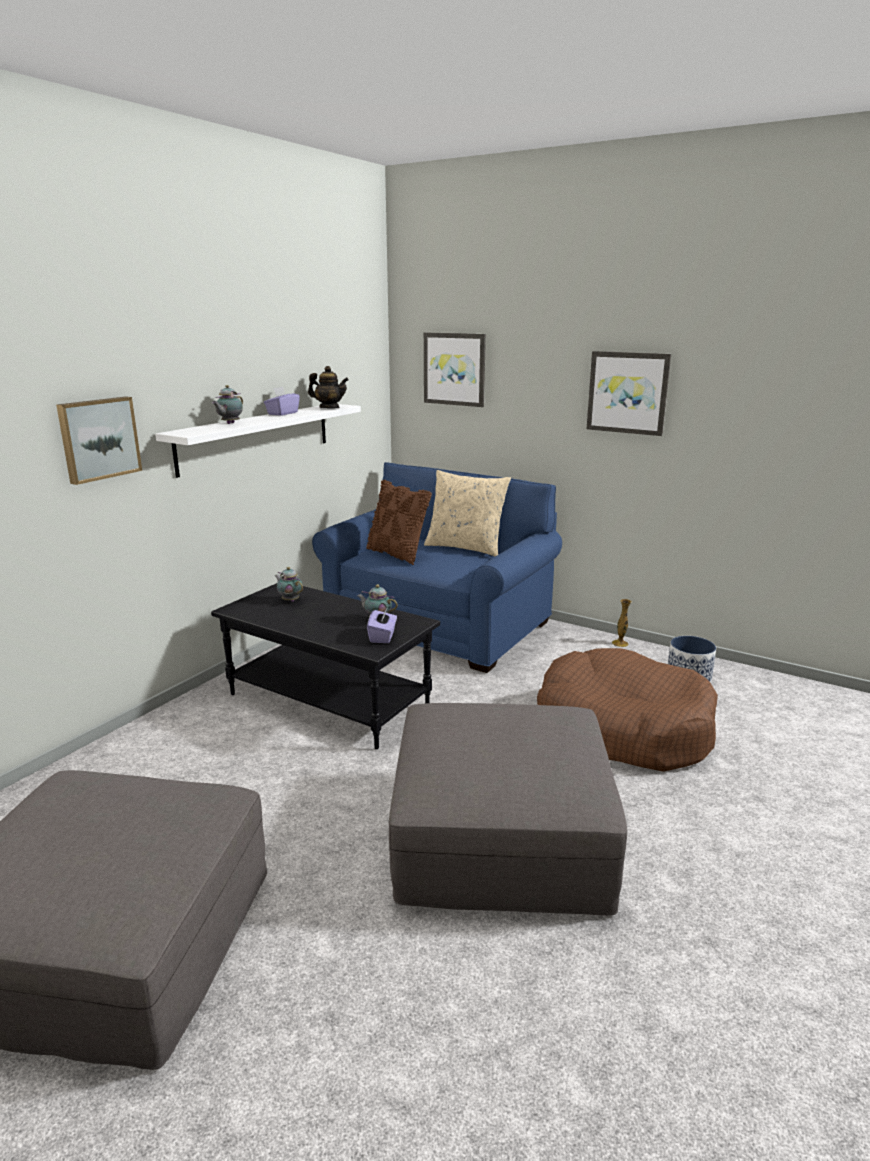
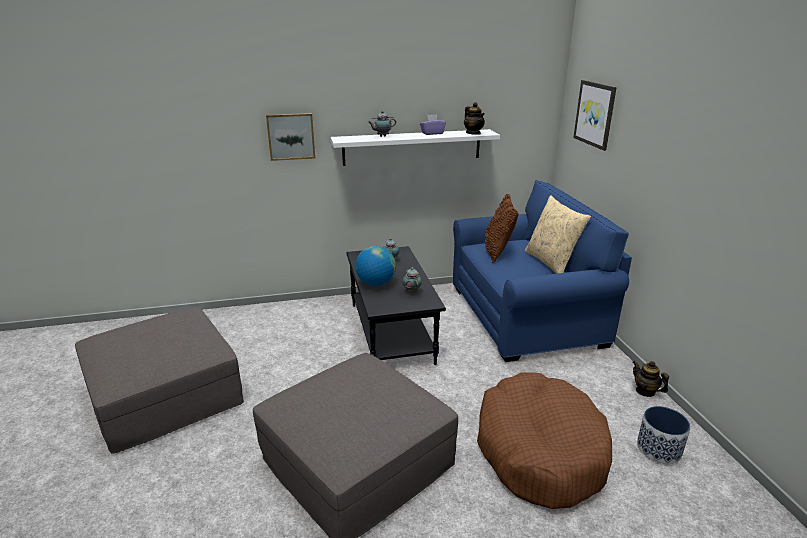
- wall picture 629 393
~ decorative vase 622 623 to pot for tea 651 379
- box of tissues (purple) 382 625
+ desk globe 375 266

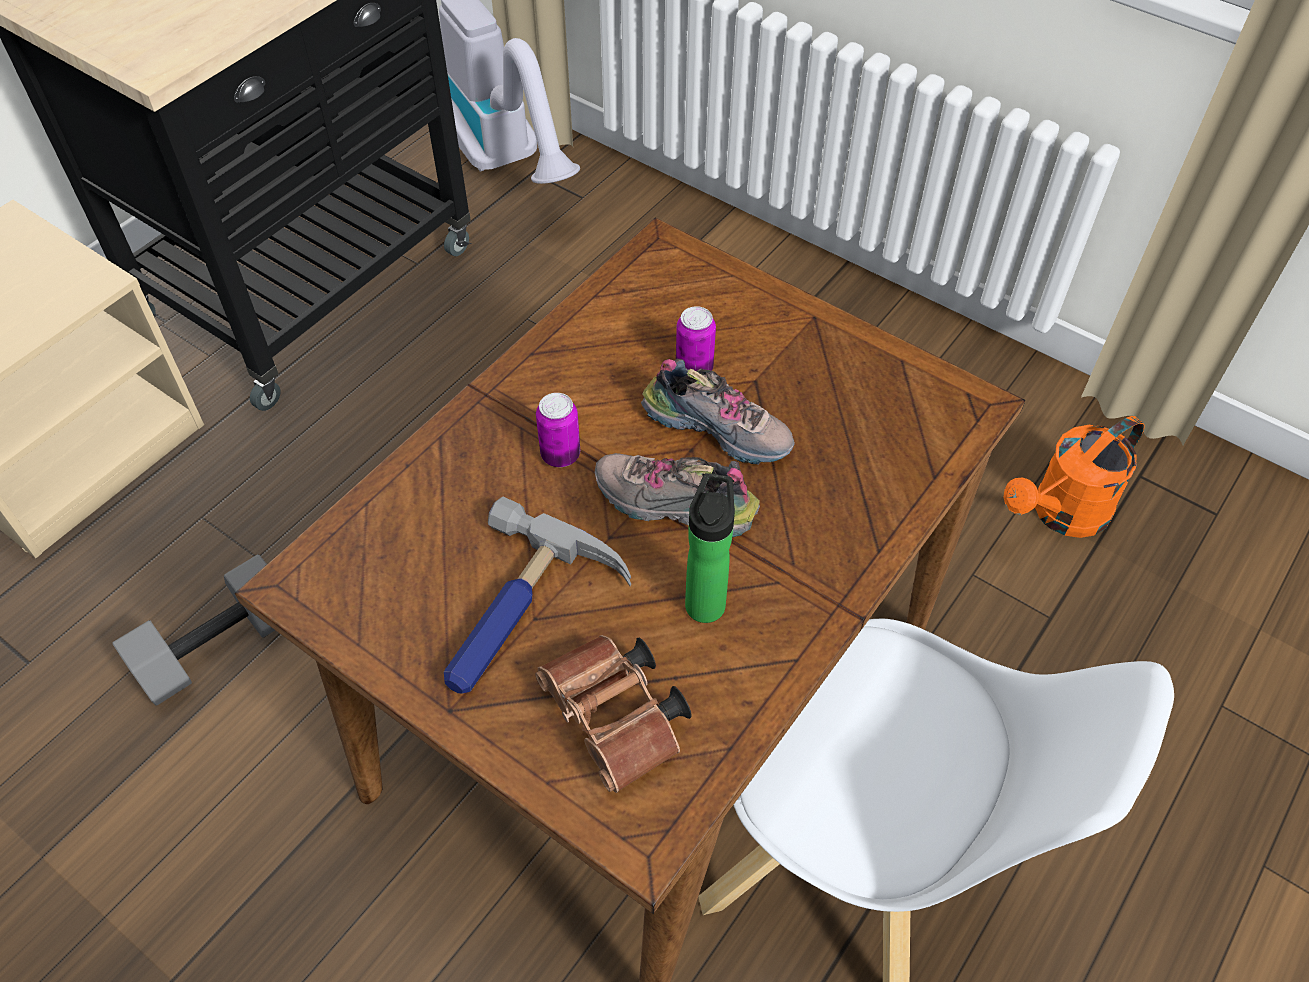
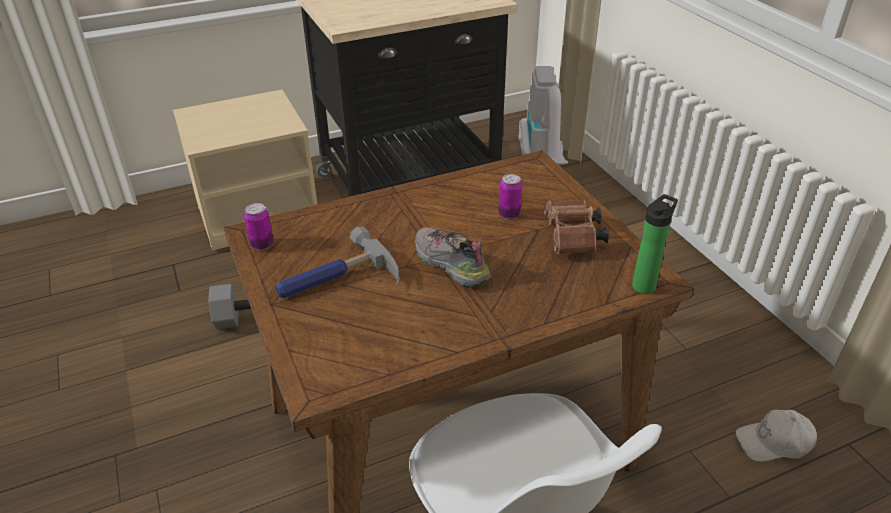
- shoe 718 412
~ metal can 558 430 to 259 226
~ watering pot (orange) 1074 477 to peaked cap (whitish) 776 436
~ bottle 710 548 to 655 244
~ field glasses (brown) 613 714 to 576 227

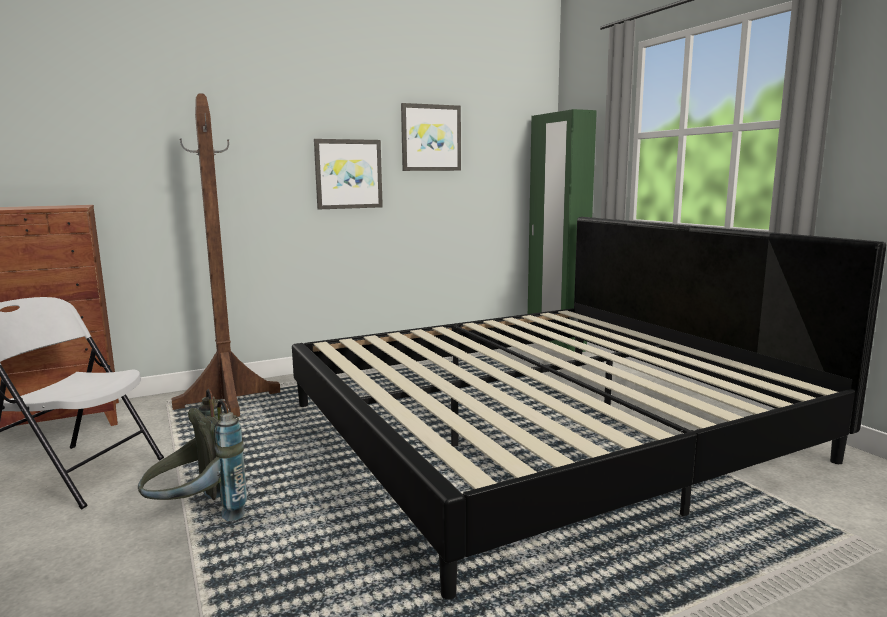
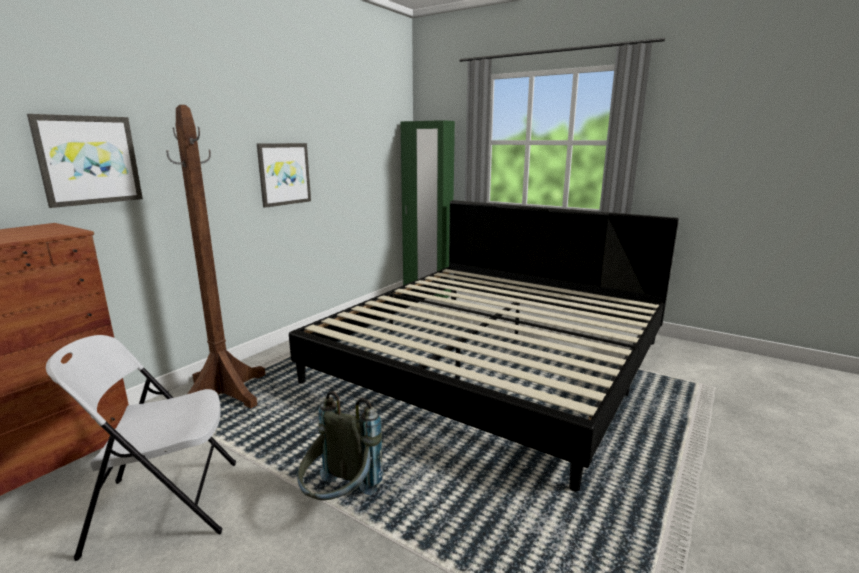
~ wall picture 431 137 to 85 161

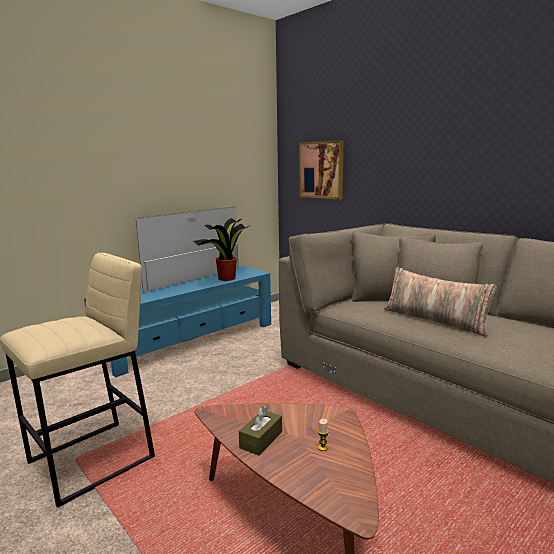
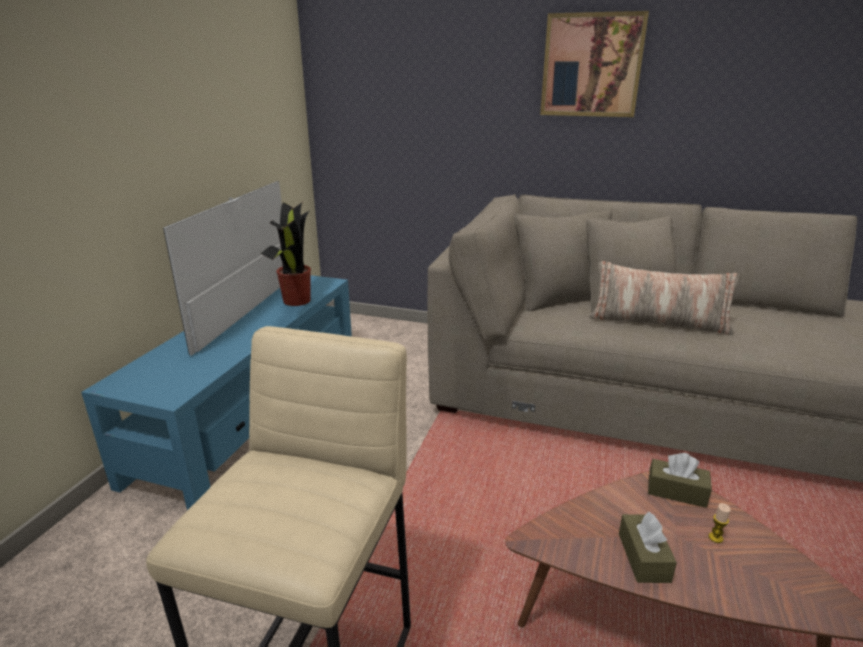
~ wall picture 321 170 to 594 64
+ box of tissues (brown) 680 480

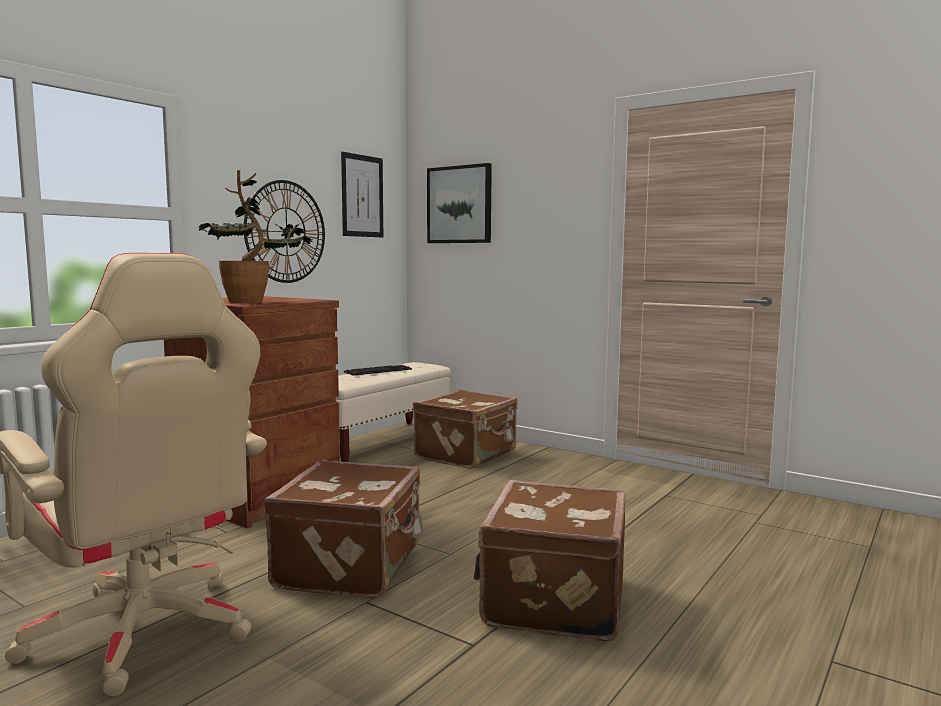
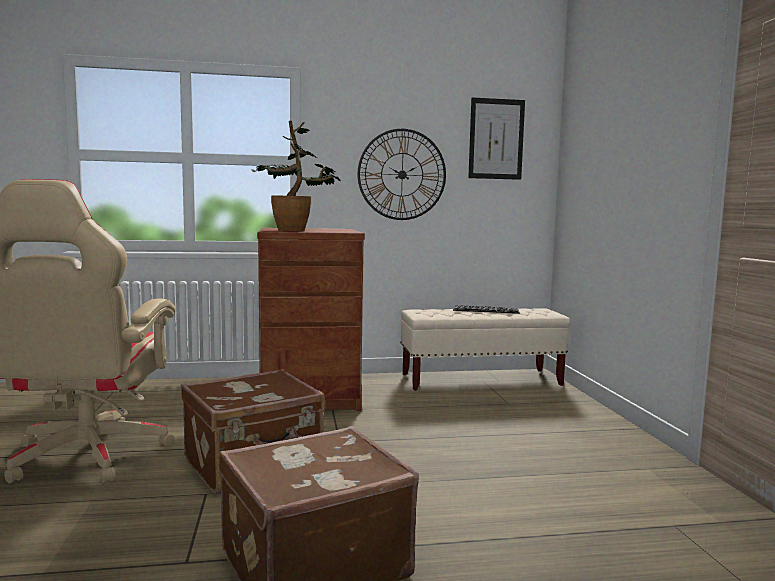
- wall picture 459 203
- suitcase (brown) 465 429

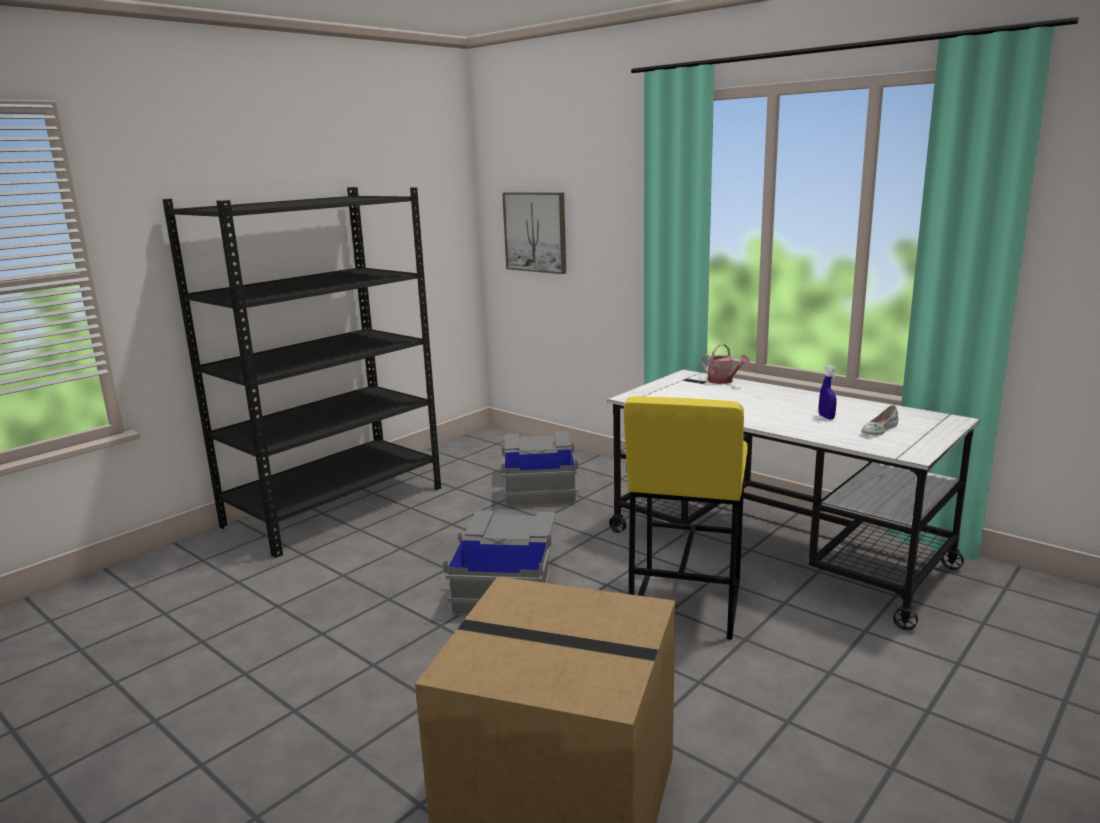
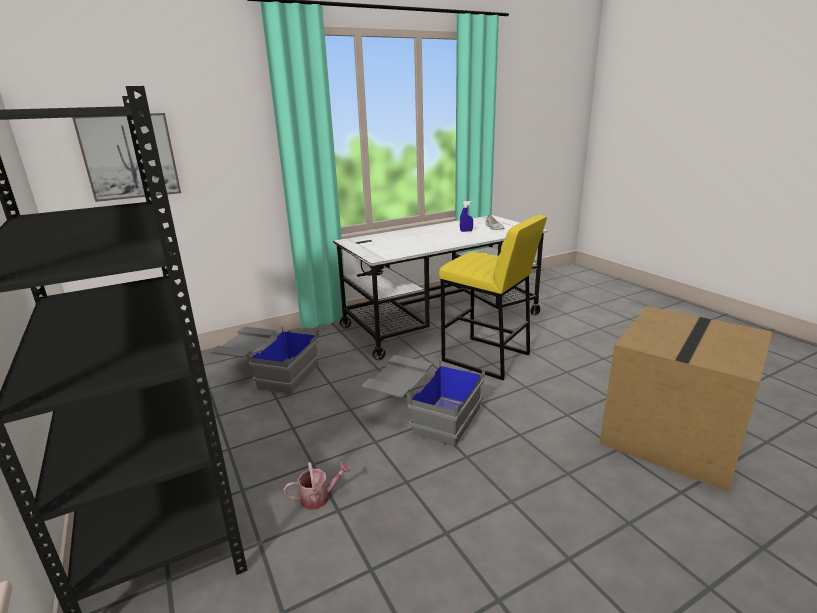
~ watering pot 725 364 to 317 486

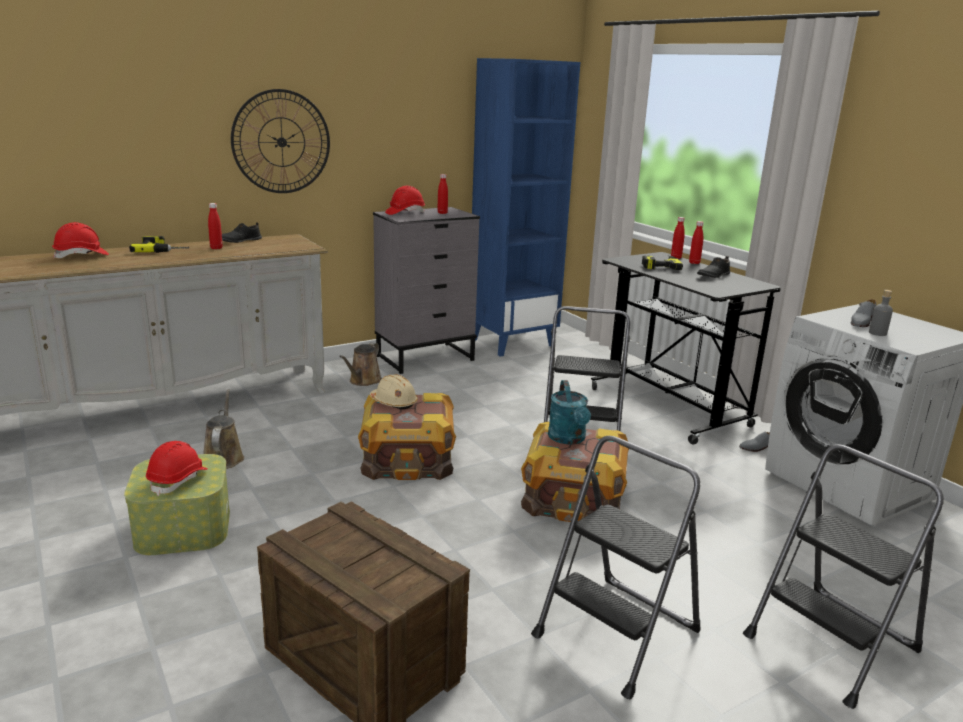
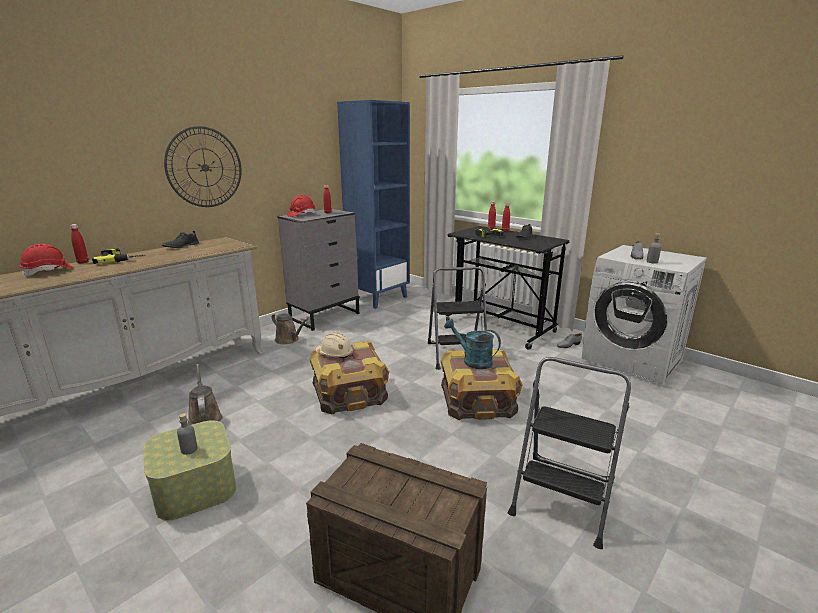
~ bottle (red-coloured) 215 226 to 79 244
~ watering pot (brown) 360 364 = 290 328 60 degrees counterclockwise
~ watering pot (turquoise) 569 412 = 472 344 150 degrees clockwise
~ hard hat (red-coloured) 176 468 to bottle (greyish) 187 434
- step ladder (black) 843 576

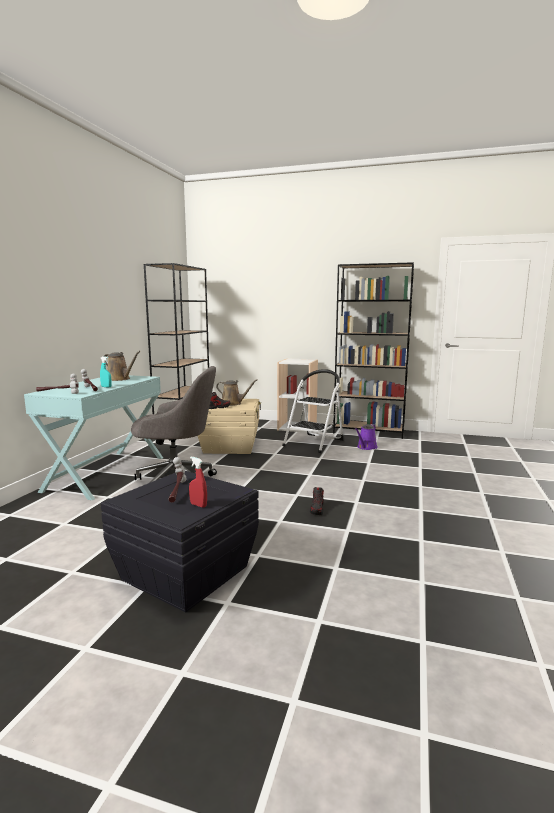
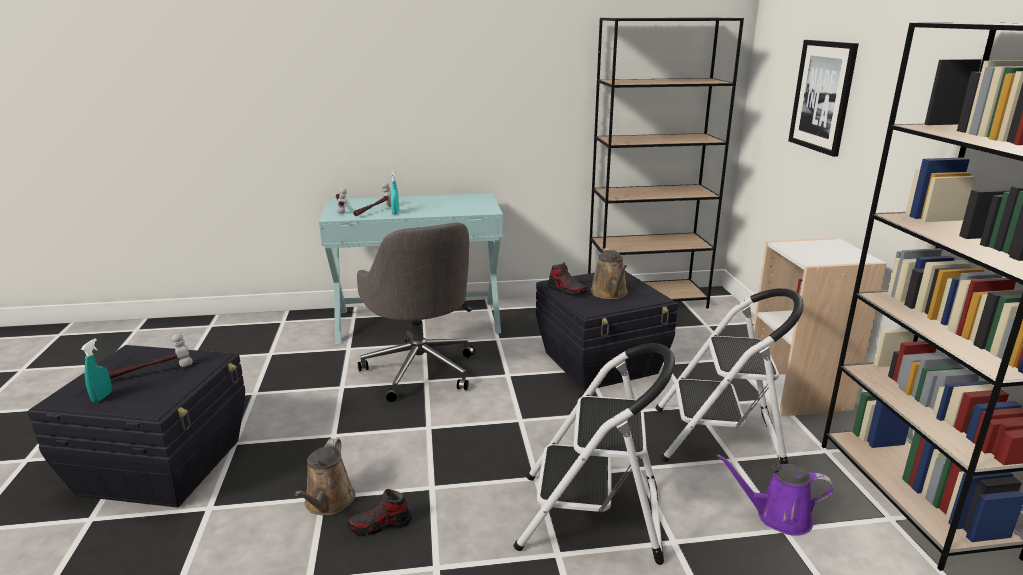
~ watering pot (brown) 121 366 to 324 476
~ storage container (beige) 229 426 to storage container (black) 607 331
~ sprayer (red-coloured) 198 482 to sprayer (turquoise) 96 370
+ wall picture 823 98
+ step ladder 594 454

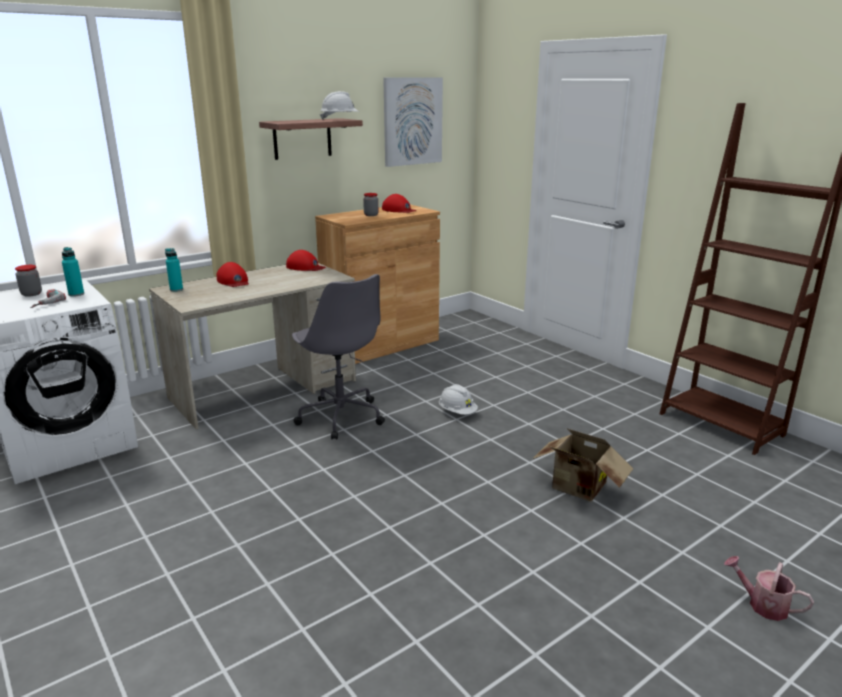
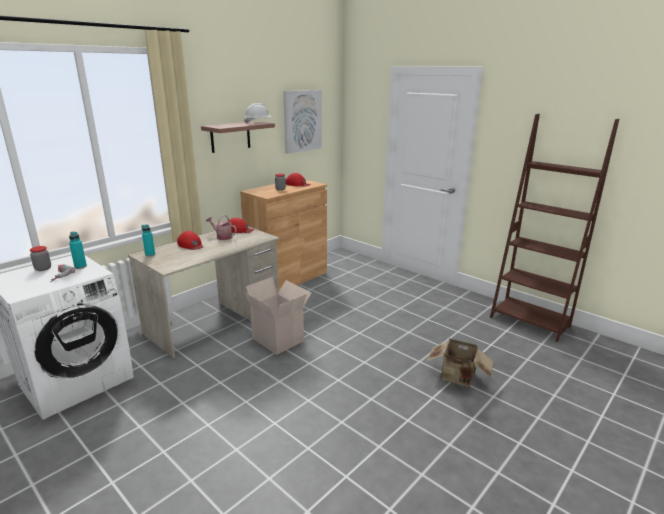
~ desk chair (greyish) 338 357 to carton 277 316
- hard hat (whitish) 458 399
~ watering pot 769 588 to 221 227

